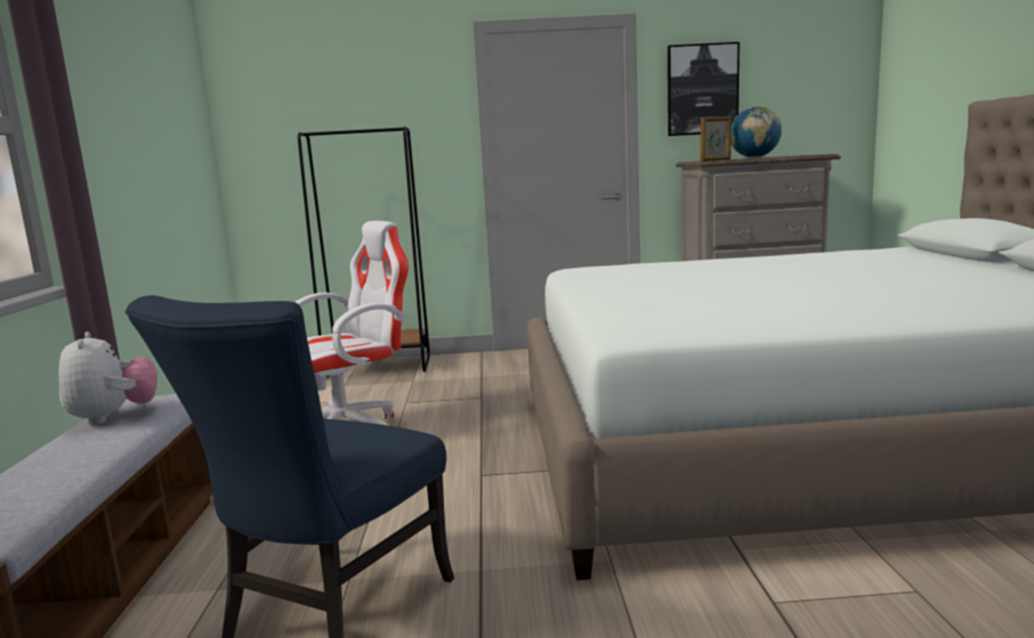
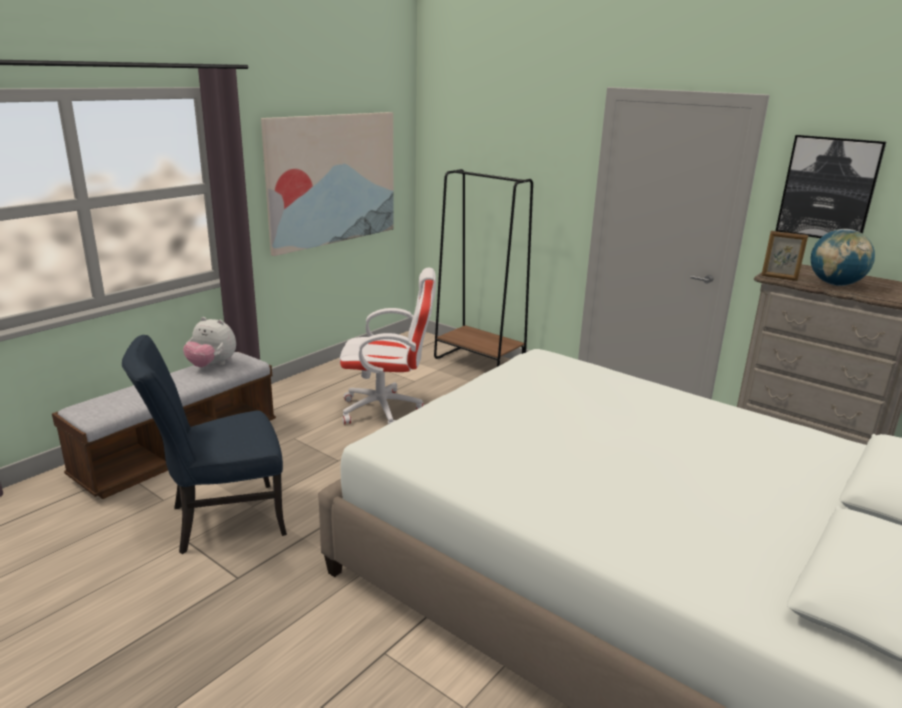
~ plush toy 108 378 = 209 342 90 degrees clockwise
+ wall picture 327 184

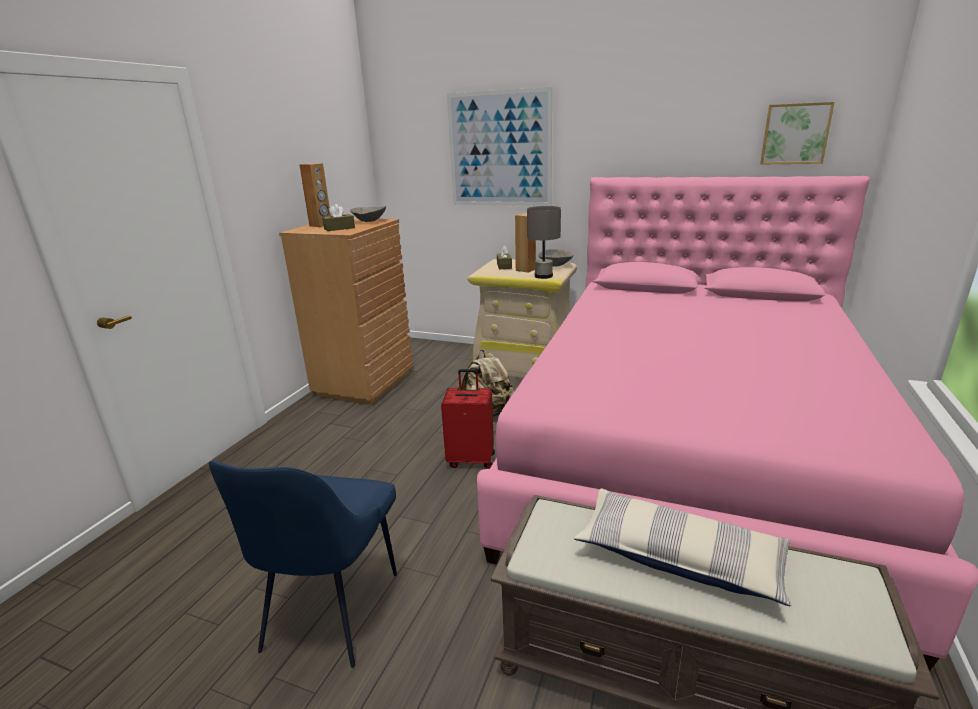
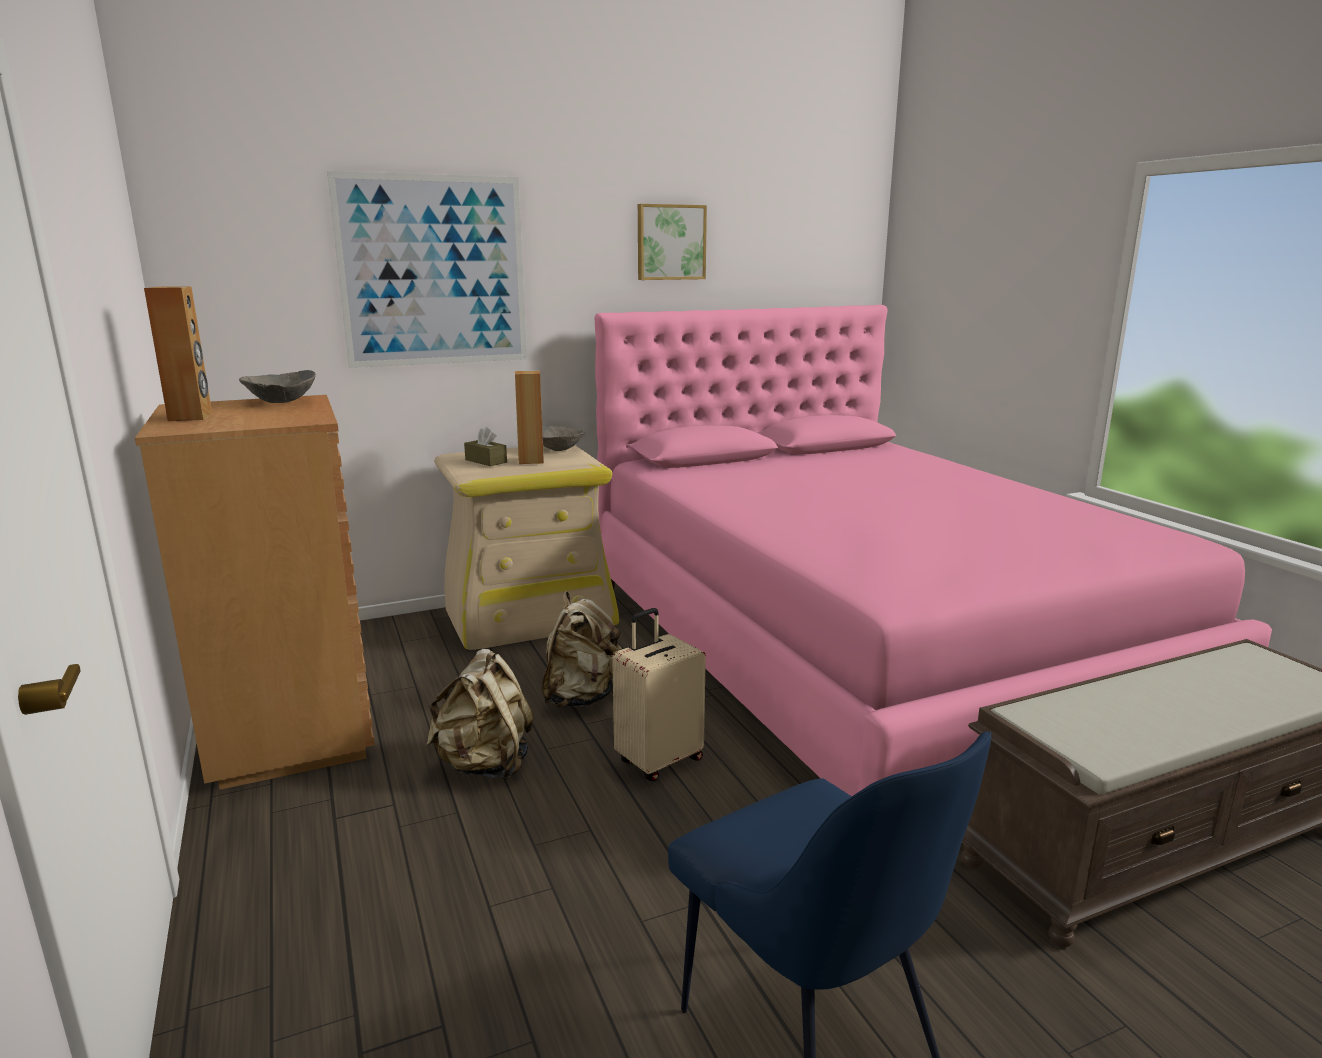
~ wall picture 797 133 to 672 242
- box of tissues (brown) 338 217
- table lamp (greyish) 544 242
~ suitcase (red-coloured) 468 419 to suitcase (beige) 659 694
- throw pillow 682 547
+ knapsack (beige) 480 714

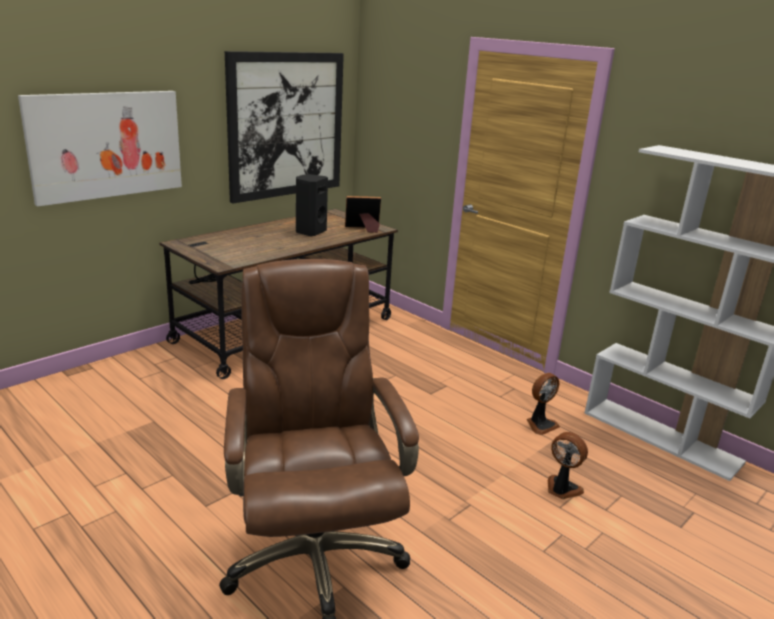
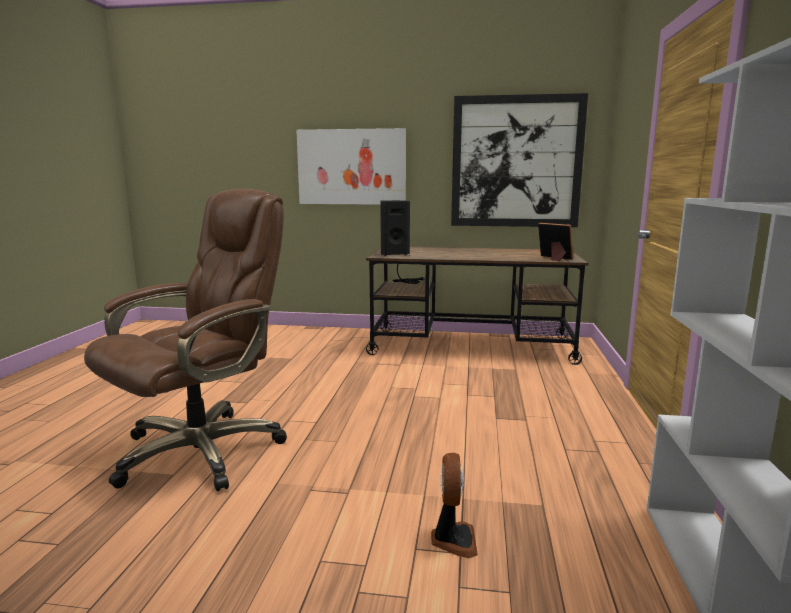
~ speaker (black) 312 205 to 395 228
- electric fan 543 404

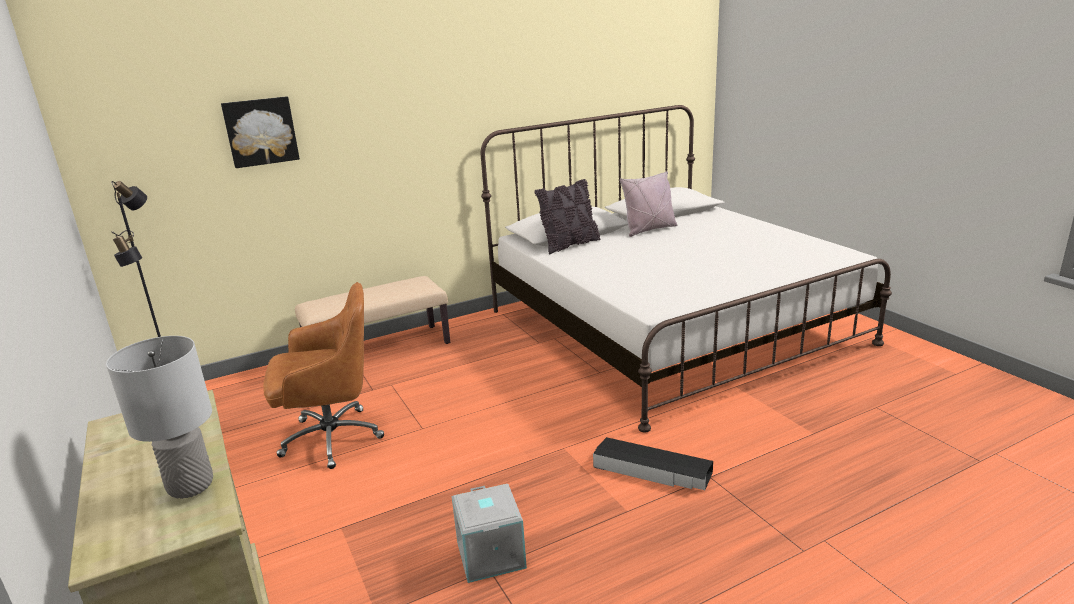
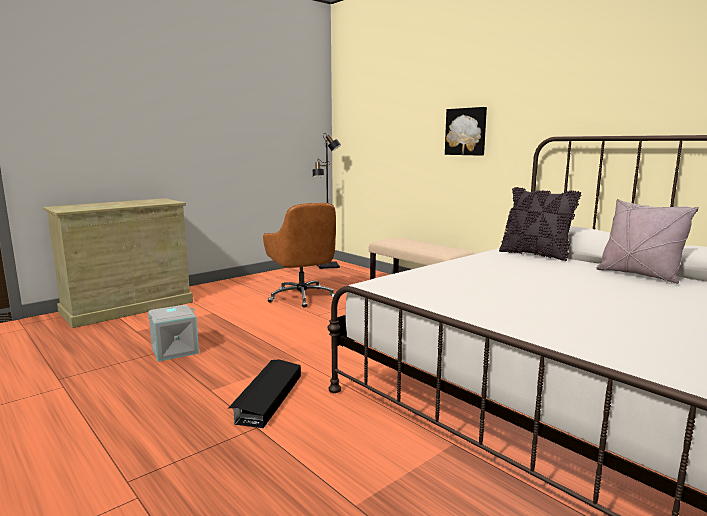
~ wall picture 260 132 to 466 131
- table lamp (greyish) 159 417

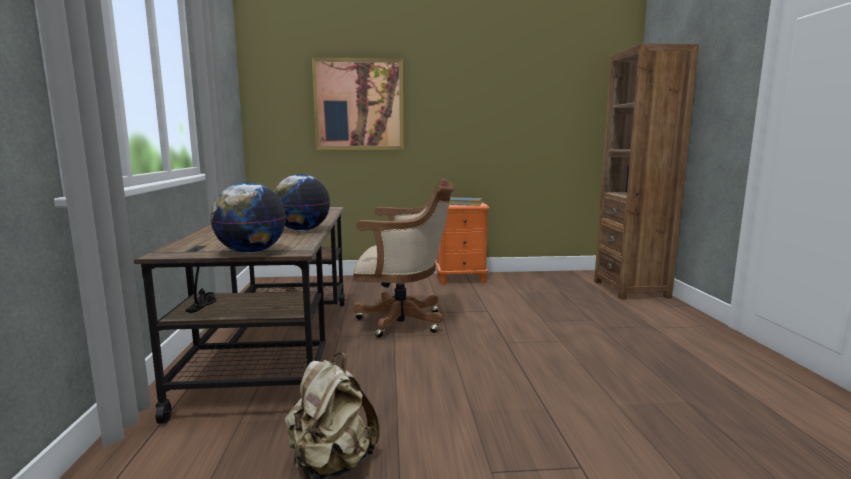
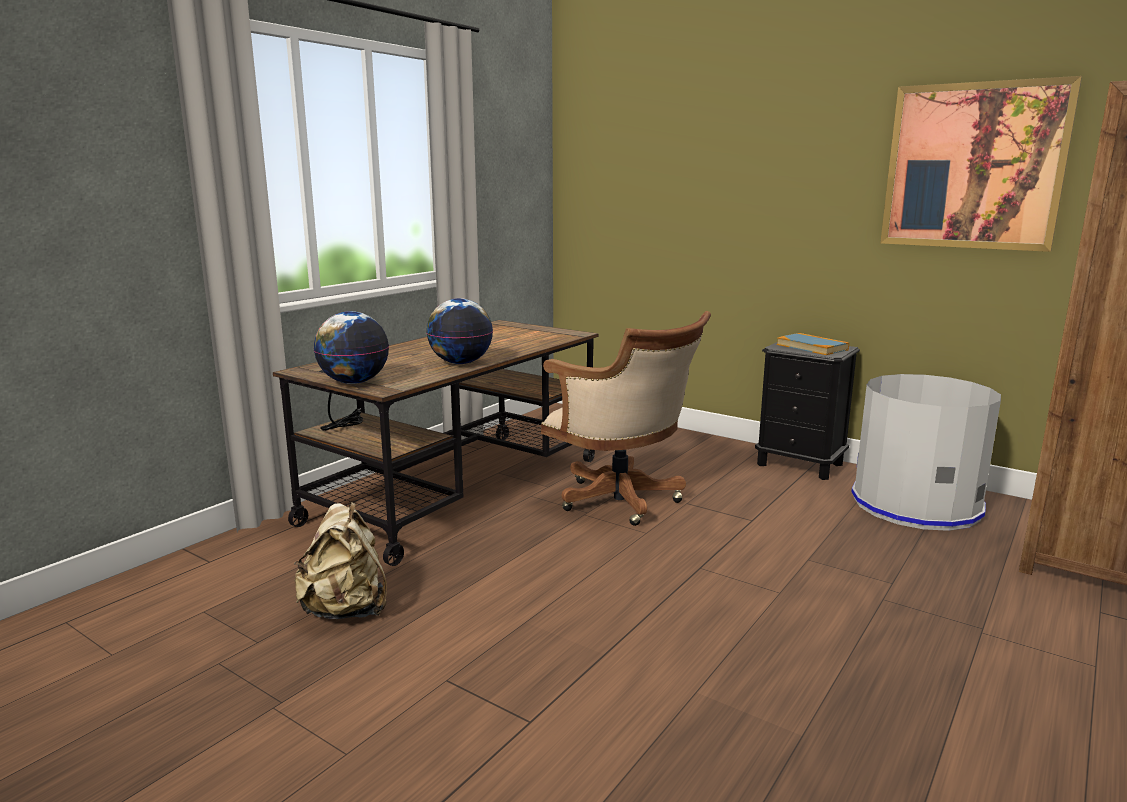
~ wall picture 358 103 to 981 164
~ night table (orange) 463 243 to night table (black) 807 411
+ waste bin (greyish) 926 452

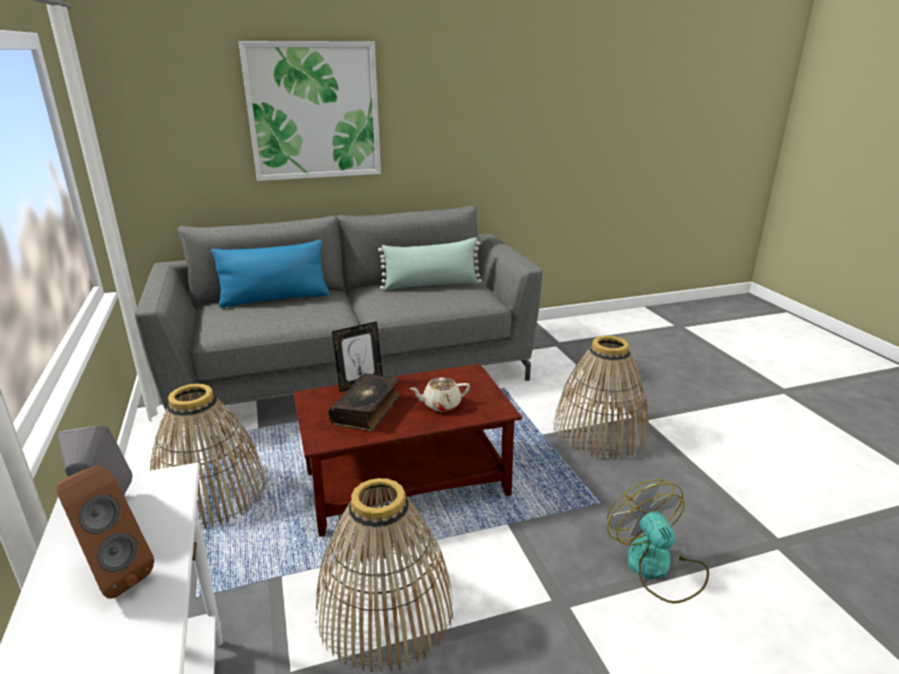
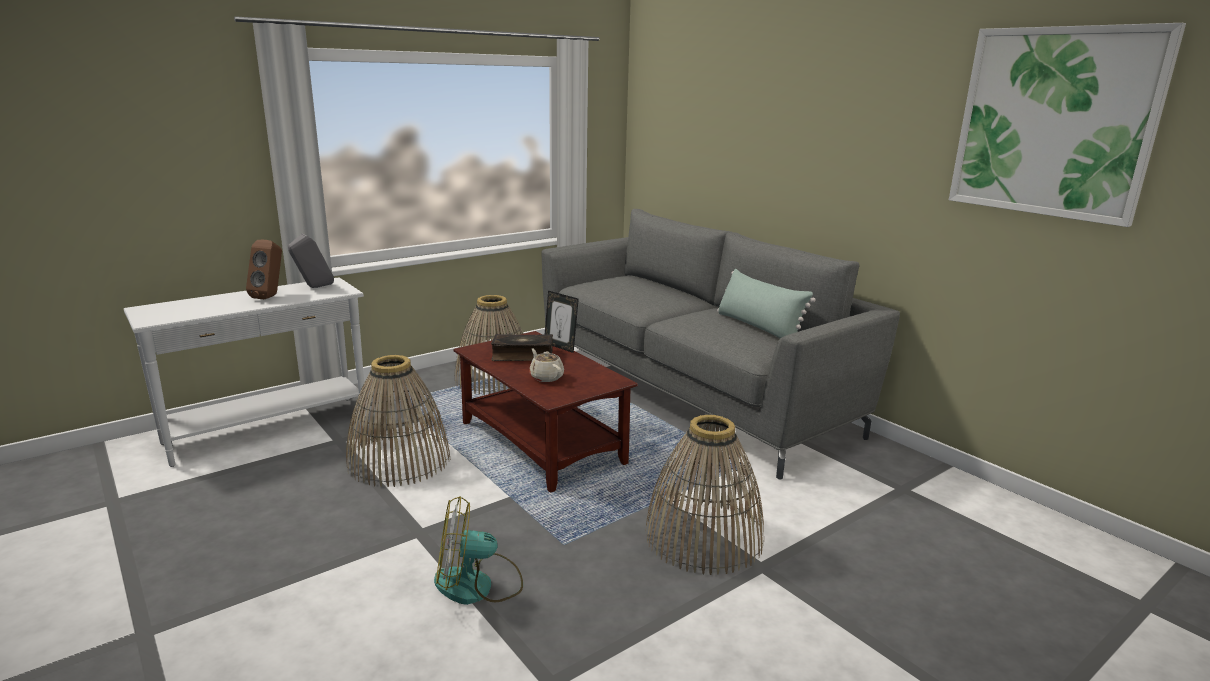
~ wall picture 310 111 to 1067 125
- throw pillow (bluish) 270 273
~ electric fan 658 541 = 478 550 150 degrees counterclockwise

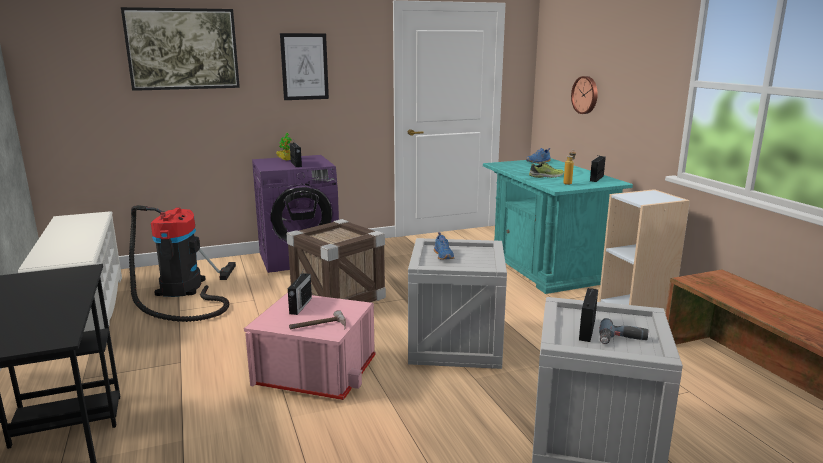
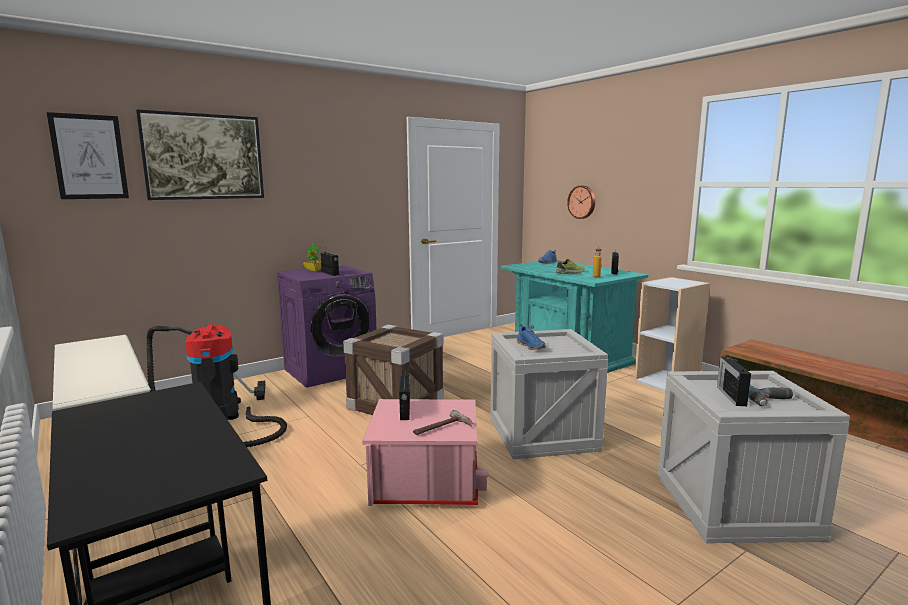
~ wall picture 304 66 to 88 155

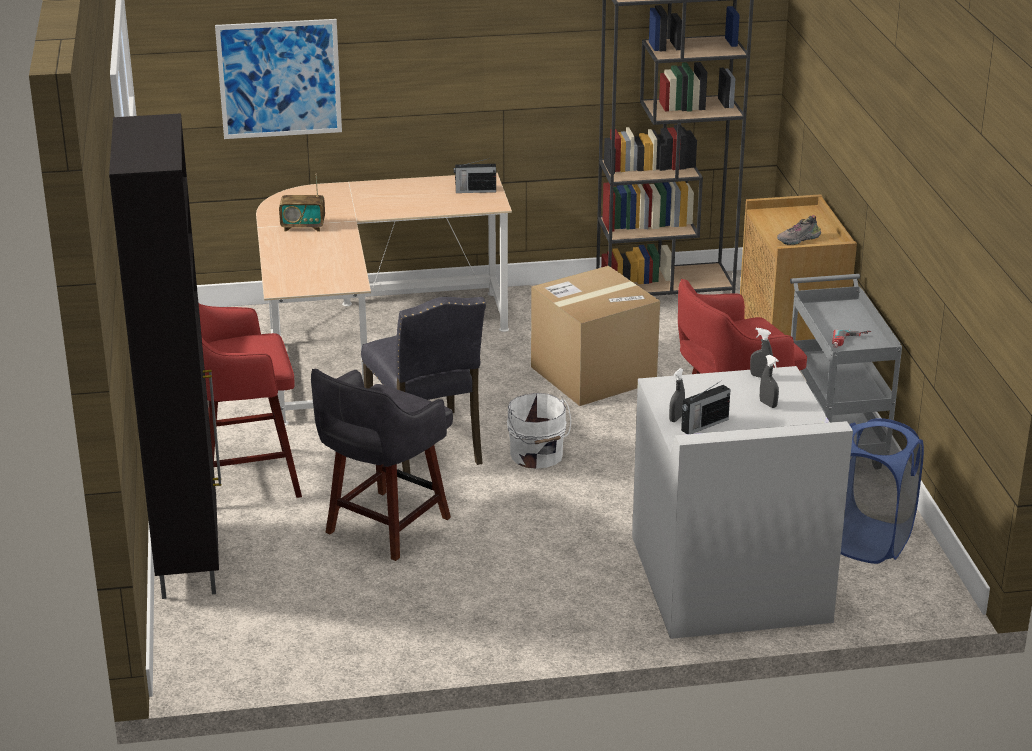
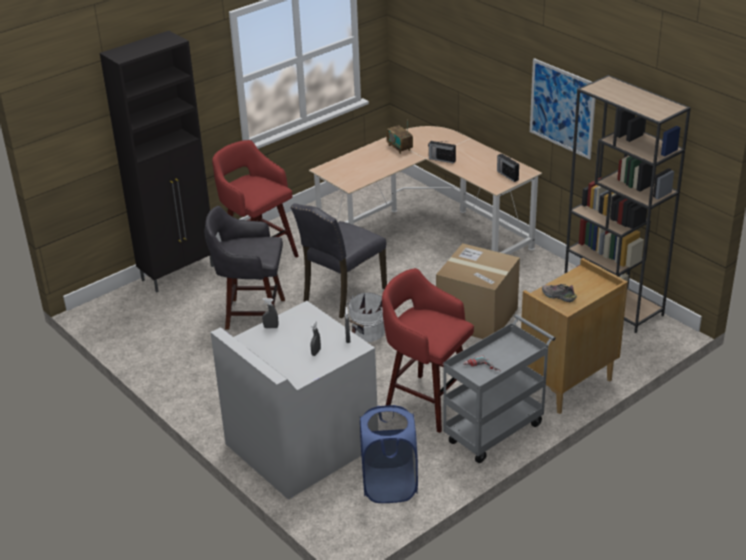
~ wall picture 278 79 to 563 108
~ radio receiver 705 407 to 442 152

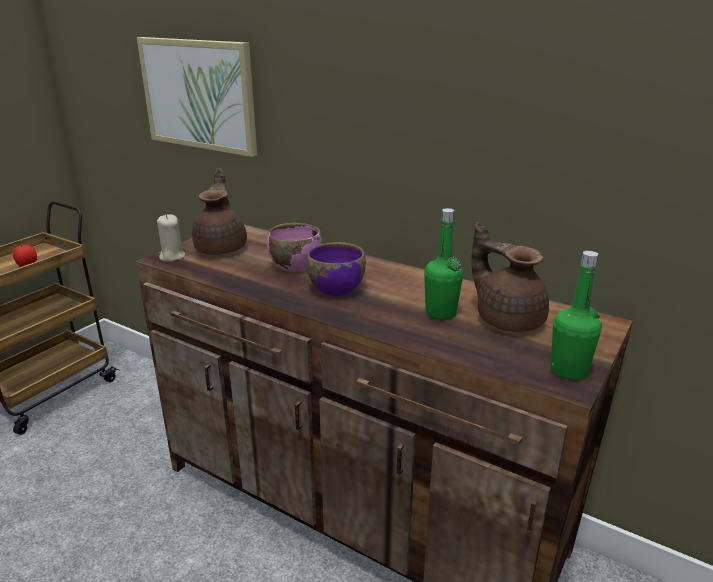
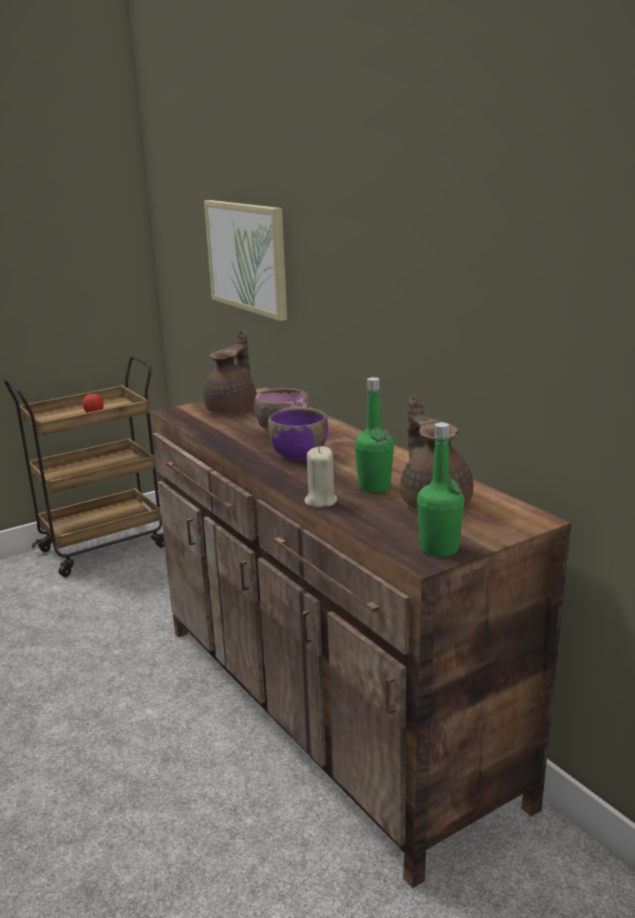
~ wax light (beige) 171 238 to 320 477

